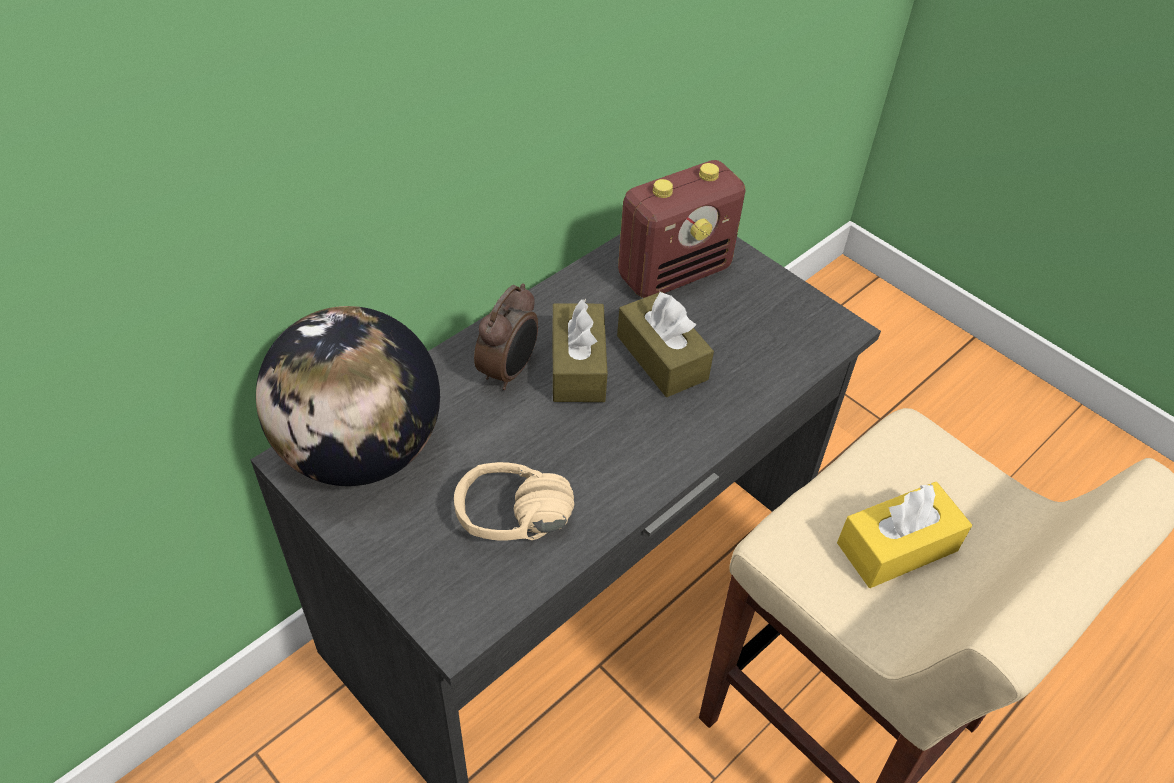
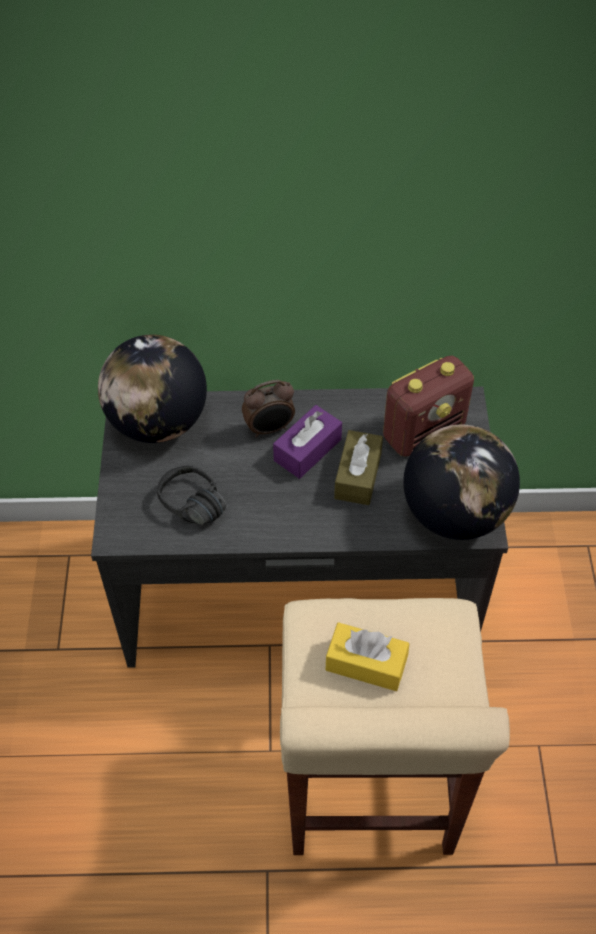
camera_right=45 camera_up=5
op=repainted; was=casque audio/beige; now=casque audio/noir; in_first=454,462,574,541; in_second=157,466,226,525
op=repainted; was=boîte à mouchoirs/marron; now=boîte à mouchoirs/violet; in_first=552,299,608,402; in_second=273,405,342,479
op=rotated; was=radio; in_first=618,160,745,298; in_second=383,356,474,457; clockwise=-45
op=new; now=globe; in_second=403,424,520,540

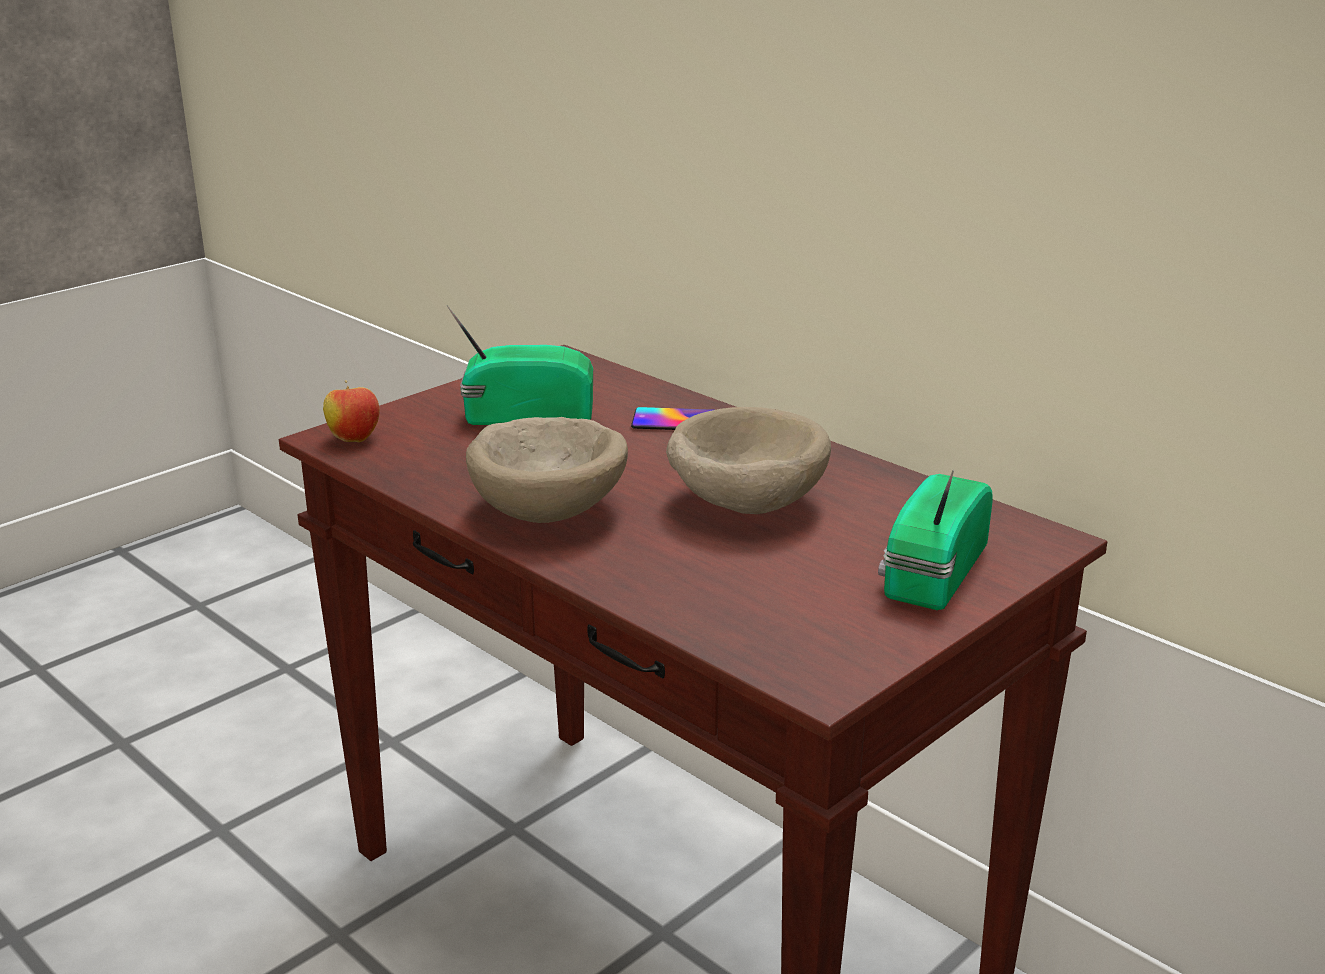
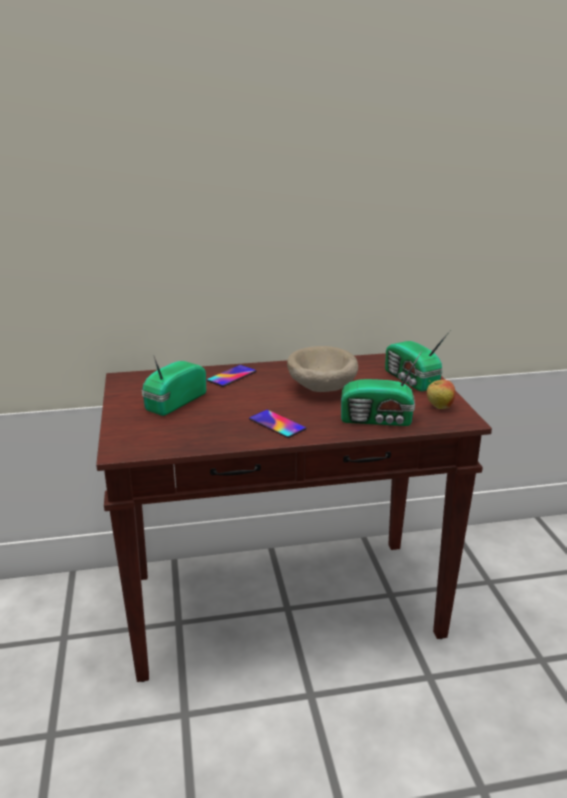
camera_right=-55 camera_up=0
op=shifted; was=pomme; in_first=323,380,380,442; in_second=427,380,455,409
op=swapped; was=bol/beige; now=téléphone; in_first=466,417,628,523; in_second=249,410,307,438
op=new; now=radio; in_second=341,351,422,426

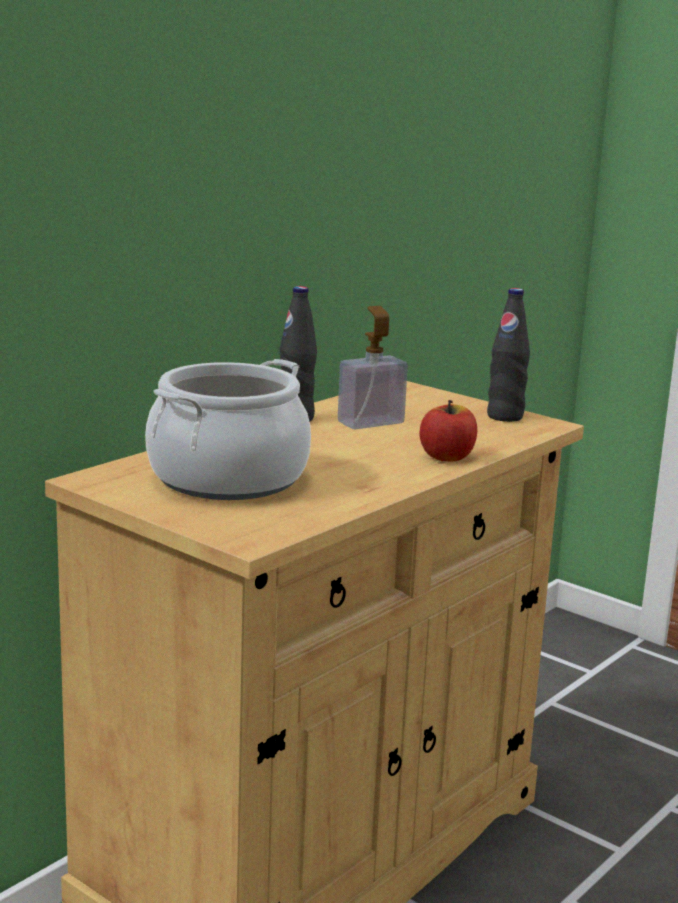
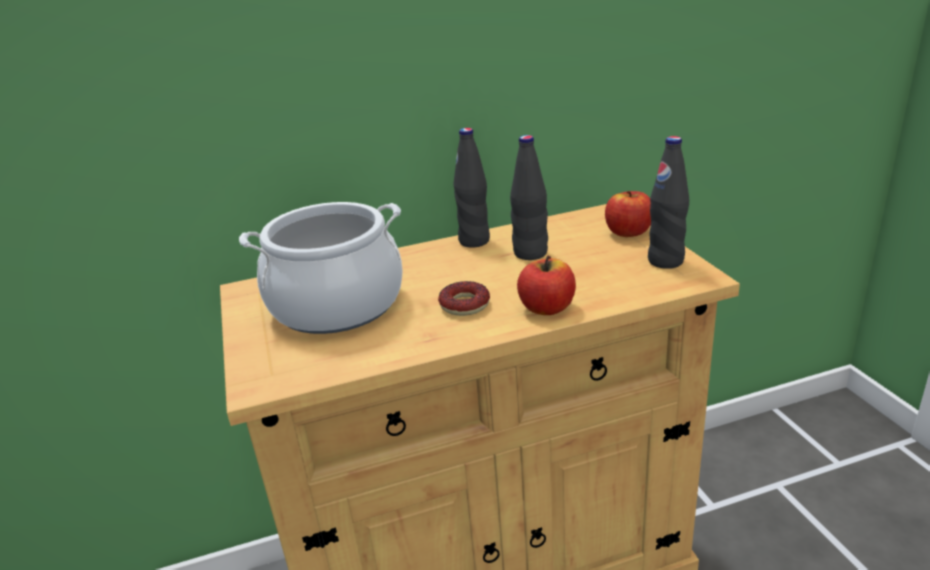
camera_right=35 camera_up=10
op=swapped; was=distributeur de savon; now=bouteille/noir; in_first=338,306,408,429; in_second=510,135,548,260
op=new; now=beignet; in_second=438,281,490,316
op=new; now=pomme; in_second=605,191,651,237

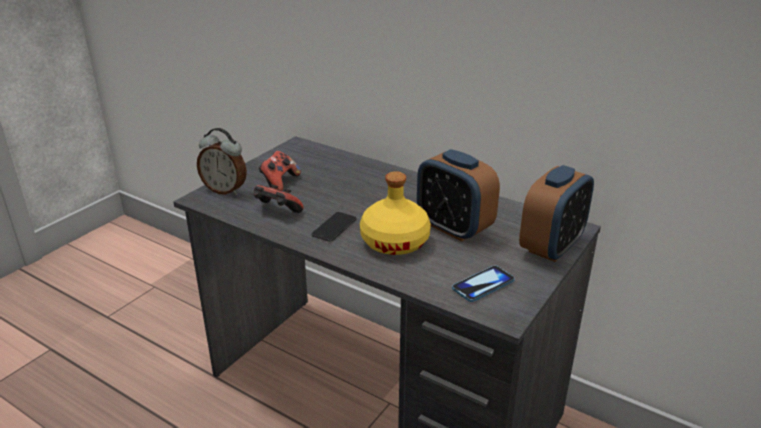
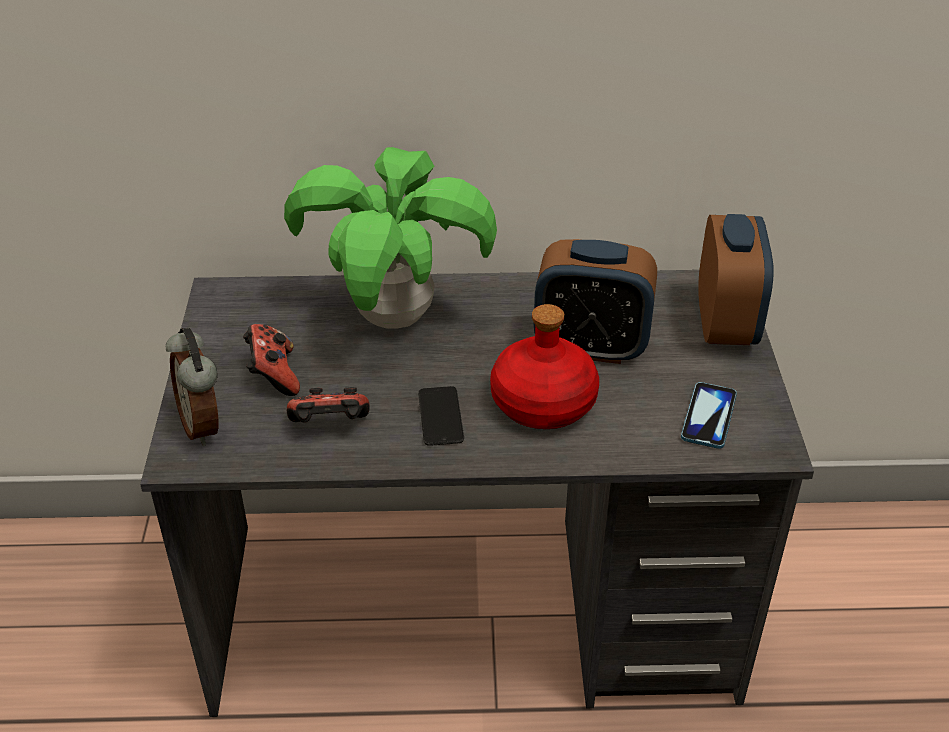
camera_right=-35 camera_up=10
op=rotated; was=réveil; in_first=197,128,247,195; in_second=166,328,218,446; clockwise=75
op=repainted; was=bouteille/jaune; now=bouteille/rouge; in_first=360,171,431,255; in_second=490,304,599,429
op=new; now=plante en pot; in_second=284,147,497,329

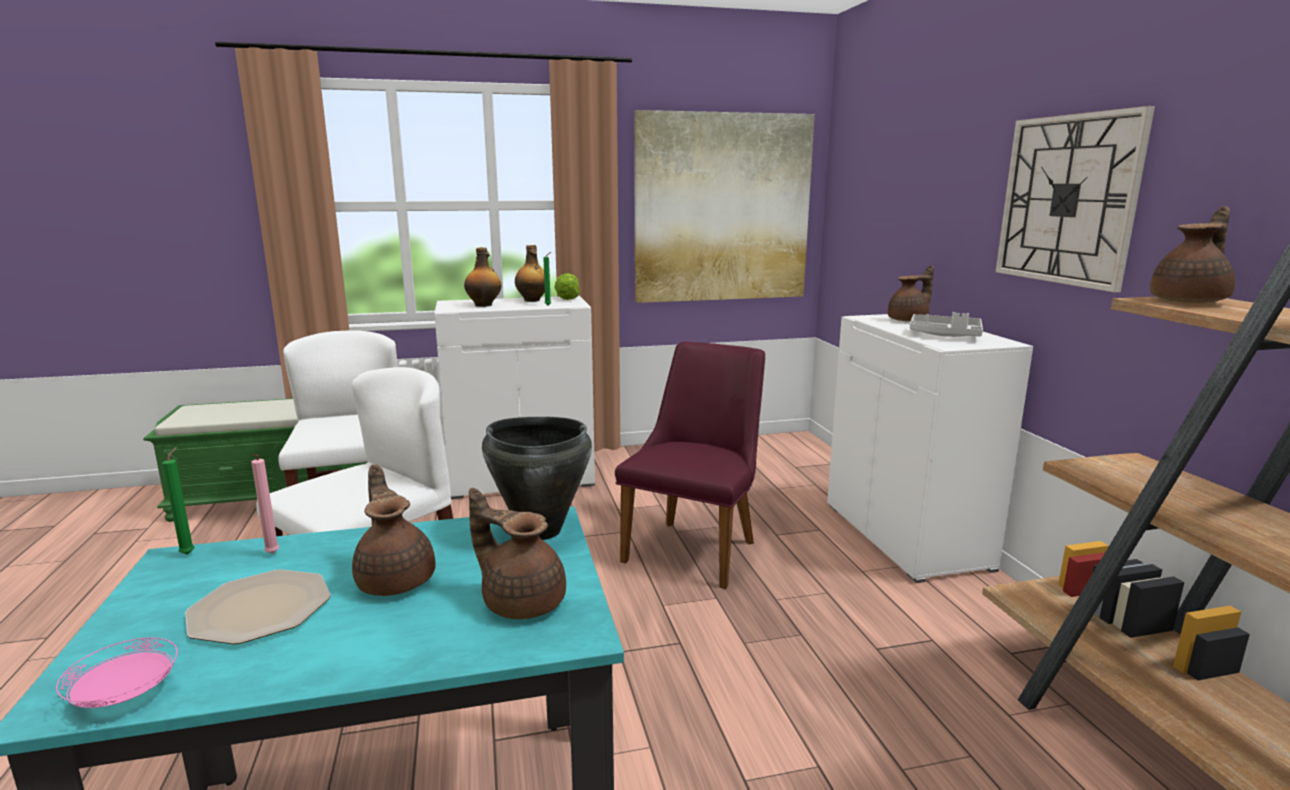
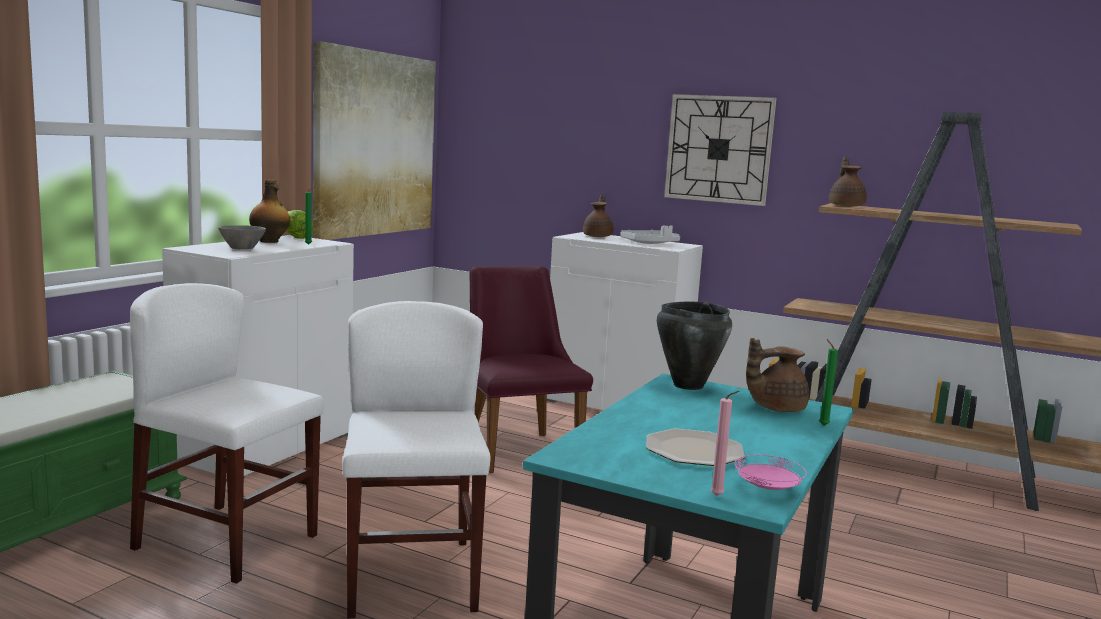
camera_right=-50 camera_up=-5
op=shifted; was=bougie/vert; in_first=162,447,194,555; in_second=819,339,838,426
op=shifted; was=bougie/rose; in_first=251,454,279,554; in_second=710,391,739,496
op=gone; was=théière/marron; in_first=352,464,435,596
op=swapped; was=bouteille; now=bol/gris; in_first=464,247,501,307; in_second=218,225,266,249

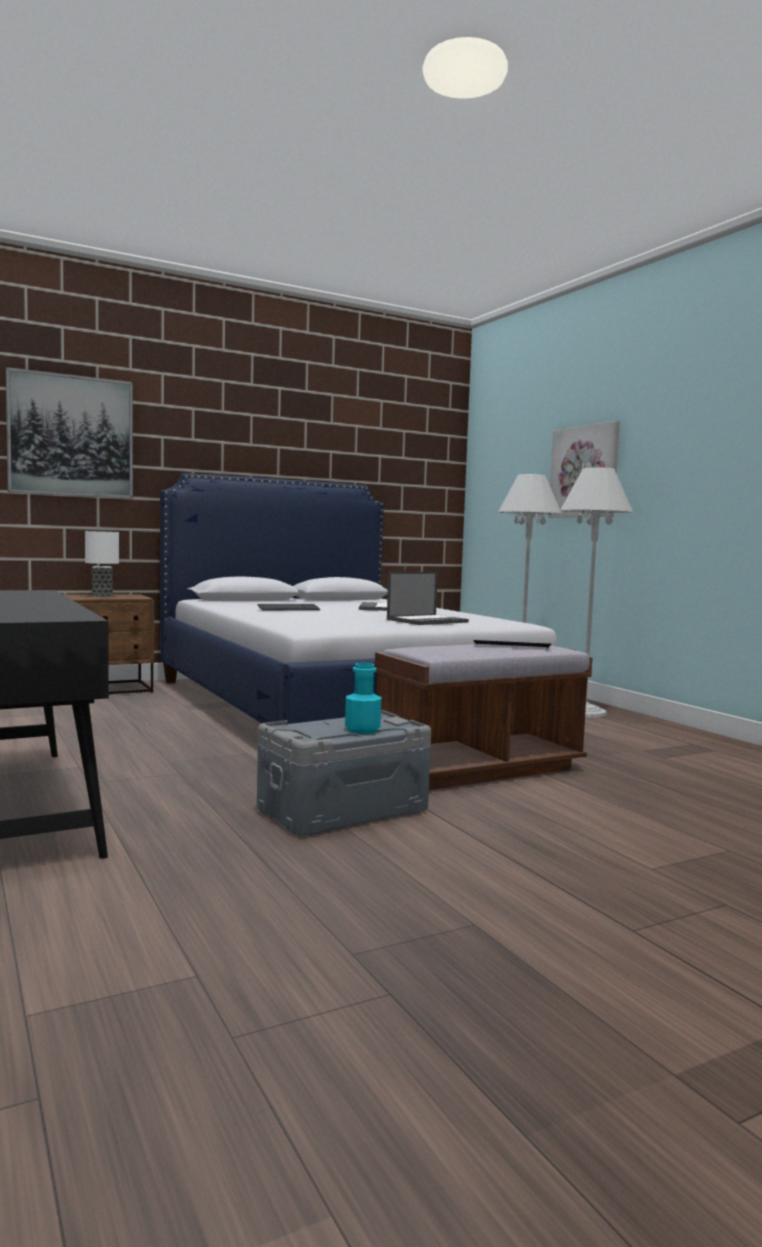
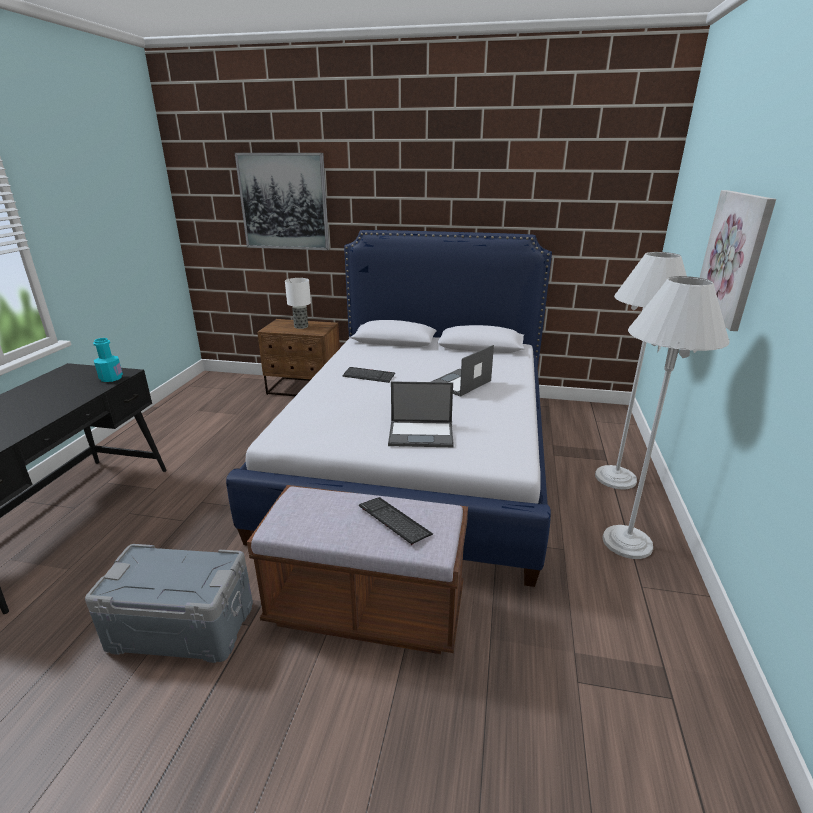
camera_right=40 camera_up=20
op=shifted; was=bouteille/turquoise; in_first=345,663,381,734; in_second=93,338,123,382

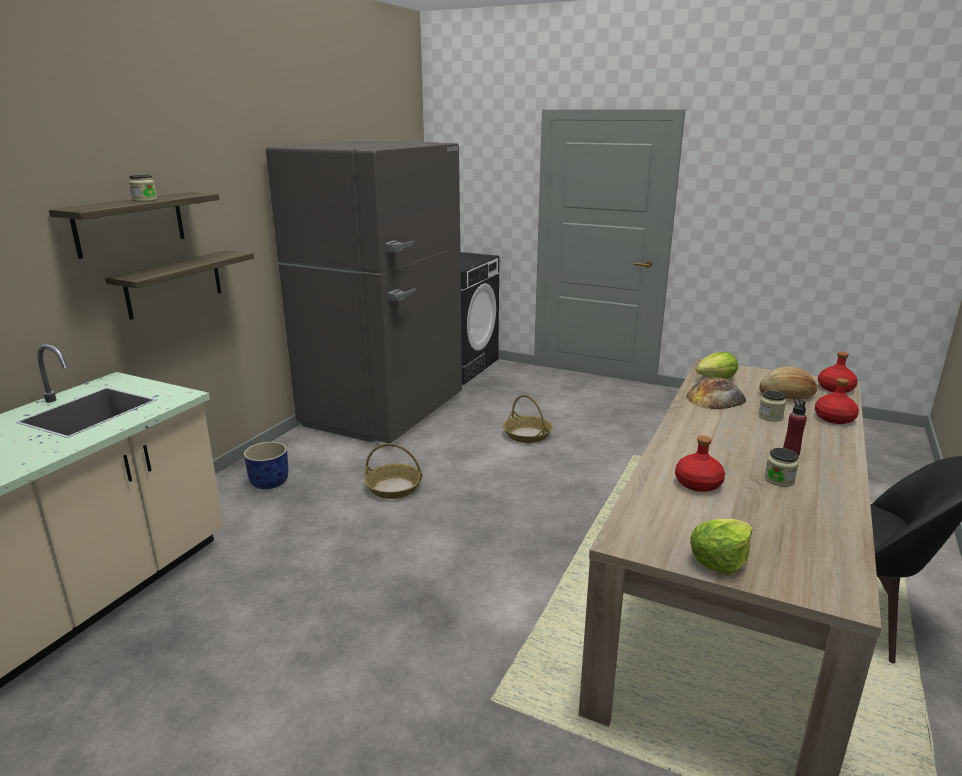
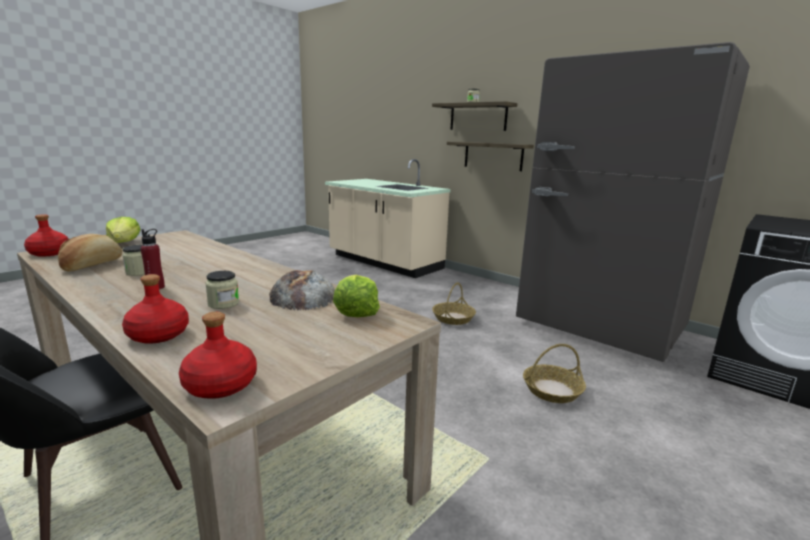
camera_right=105 camera_up=-5
op=gone; was=cache-pot/bleu; in_first=244,442,288,489
op=shifted; was=bouteille/rouge; in_first=675,436,725,492; in_second=24,214,69,257
op=shifted; was=pain; in_first=759,367,817,399; in_second=58,234,122,272

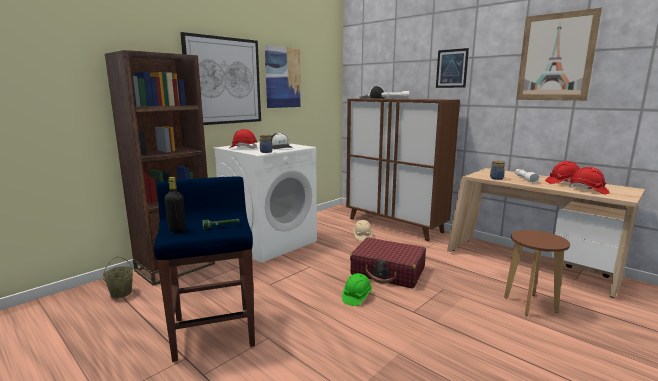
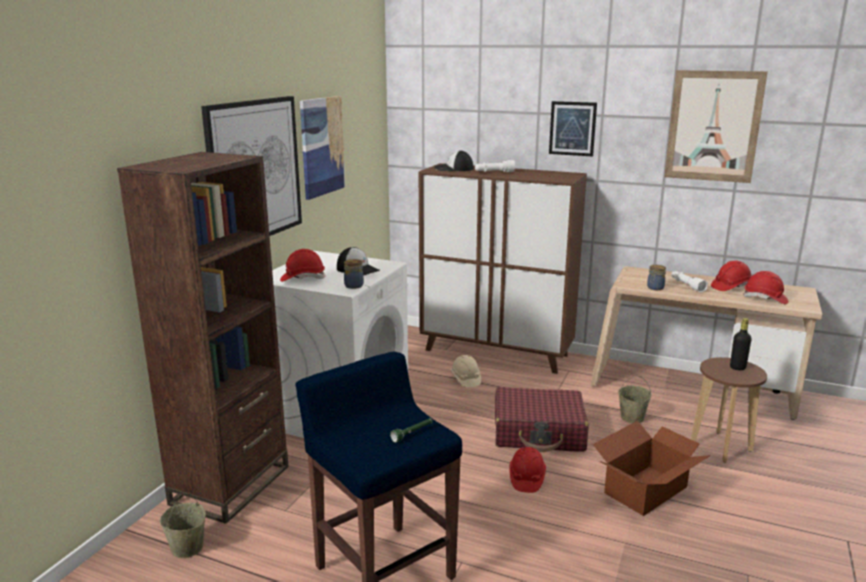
camera_right=-20 camera_up=5
op=shifted; was=bouteille/noir; in_first=165,177,186,232; in_second=730,318,752,370
op=repainted; was=casque de chantier/vert; now=casque de chantier/rouge; in_first=342,273,372,306; in_second=509,447,546,493
op=new; now=carton; in_second=593,421,711,516
op=new; now=seau/beige; in_second=618,375,652,423

